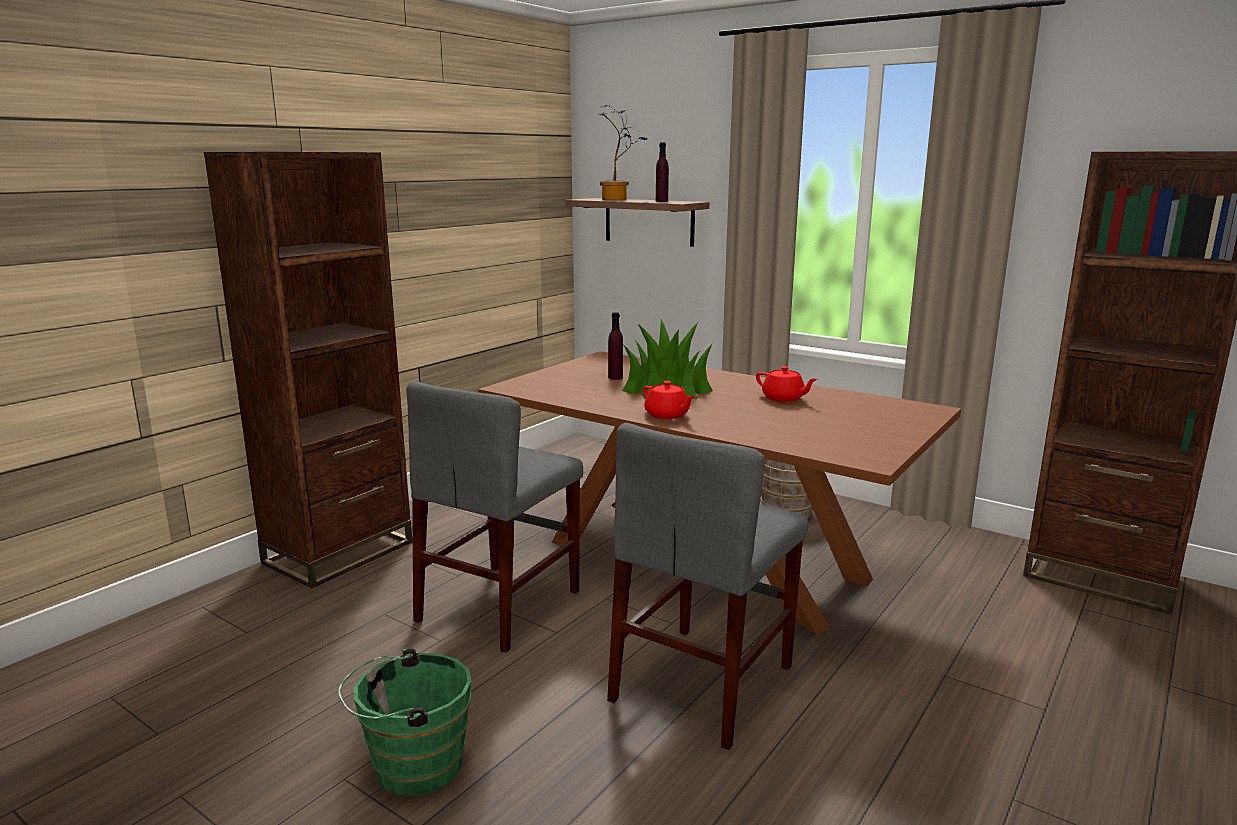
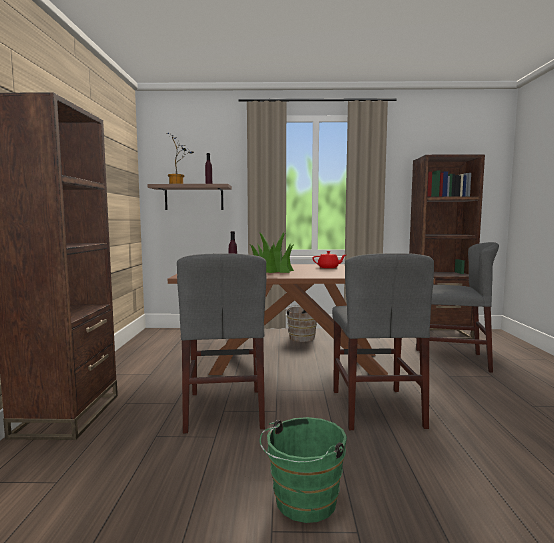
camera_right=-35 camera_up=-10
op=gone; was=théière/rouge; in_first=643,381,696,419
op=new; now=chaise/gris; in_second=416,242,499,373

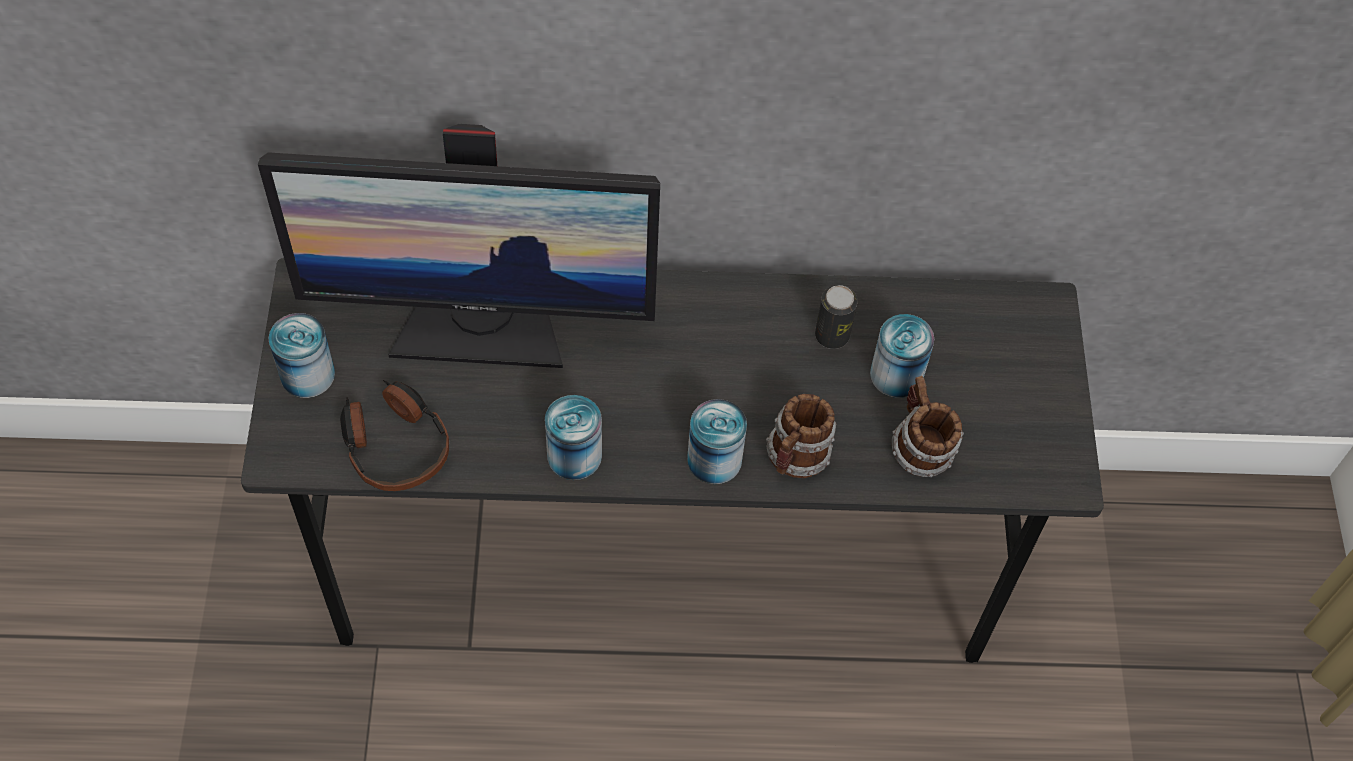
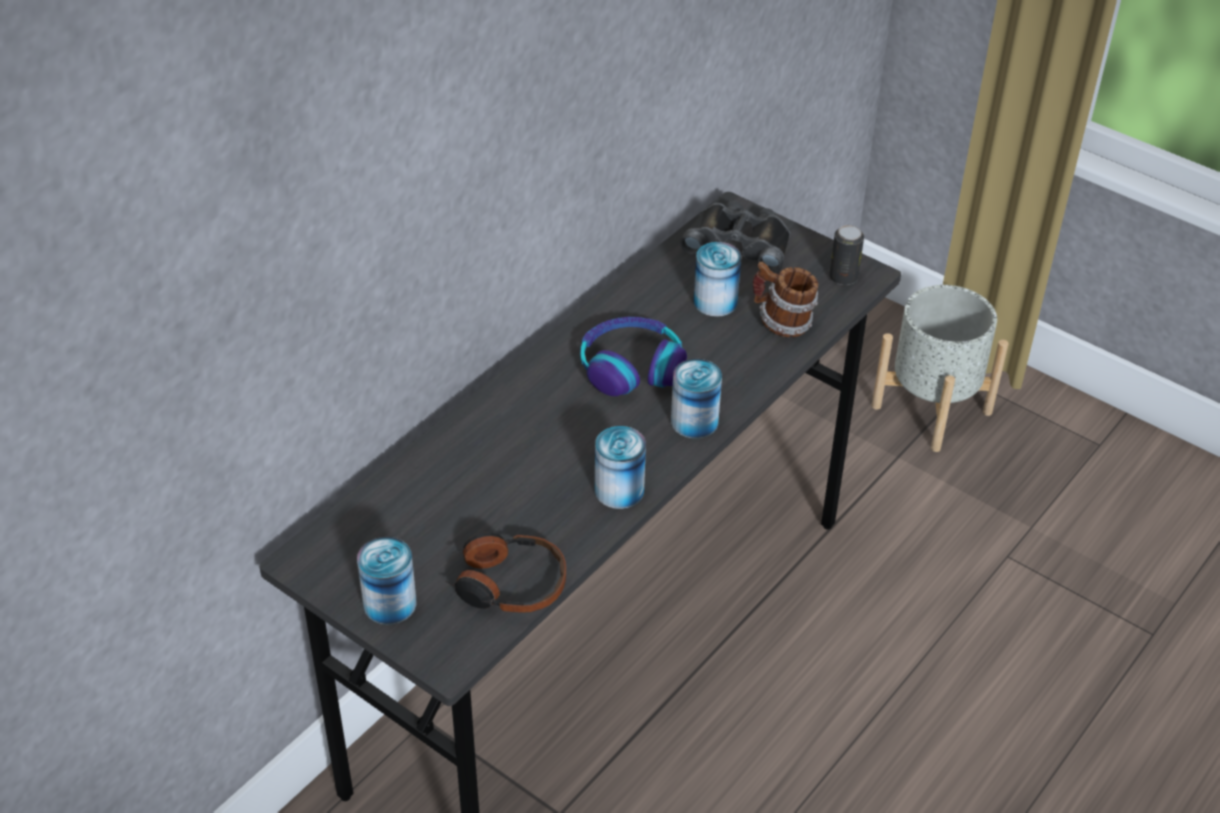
camera_right=-50 camera_up=-15
op=gone; was=écran d'ordinateur; in_first=258,124,660,368
op=gone; was=mug; in_first=766,394,836,478
op=shifted; was=boîte métallique; in_first=815,285,857,349; in_second=829,225,864,285
op=new; now=casque audio; in_second=580,317,687,396
op=new; now=jumelles/noir; in_second=680,201,791,273
op=new; now=cache-pot/gris; in_second=871,285,1009,452

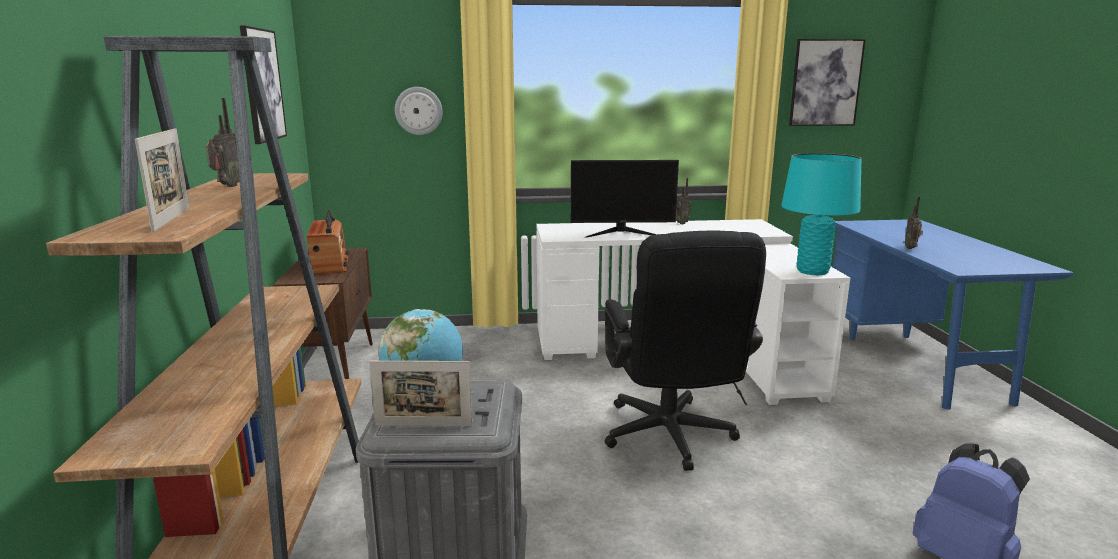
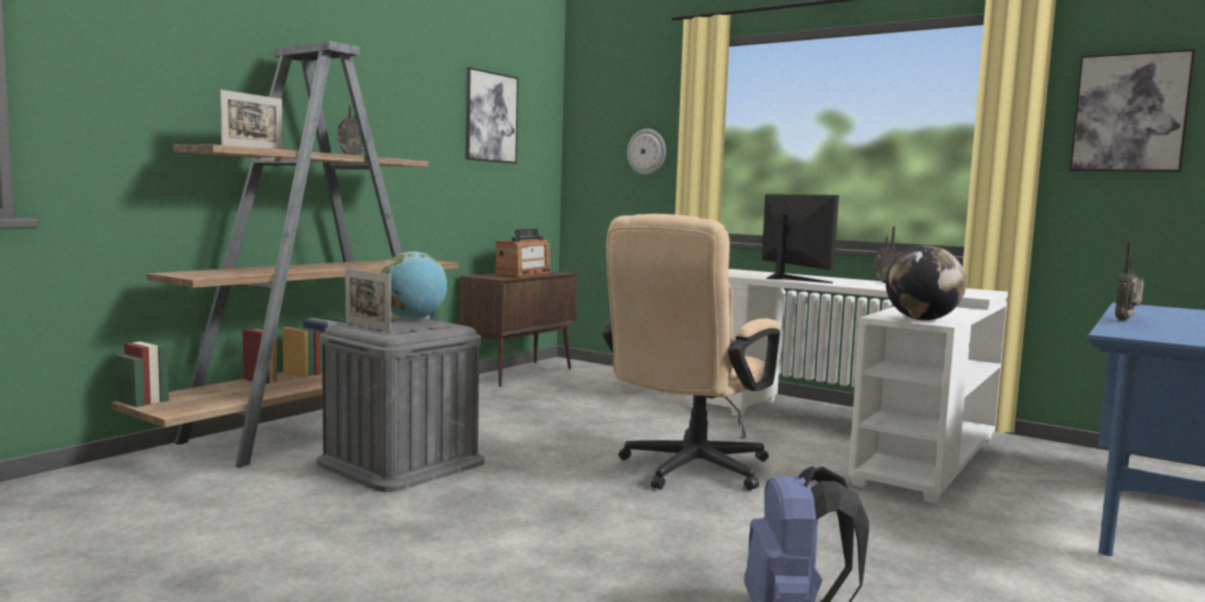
camera_right=40 camera_up=-10
op=rotated; was=écran d'ordinateur; in_first=571,160,679,238; in_second=762,194,839,283; clockwise=-150
op=repainted; was=chaise de bureau/noir; now=chaise de bureau/beige; in_first=605,231,766,471; in_second=603,214,780,490
op=swapped; was=lampe de table/turquoise; now=globe; in_first=781,153,861,275; in_second=886,245,966,320

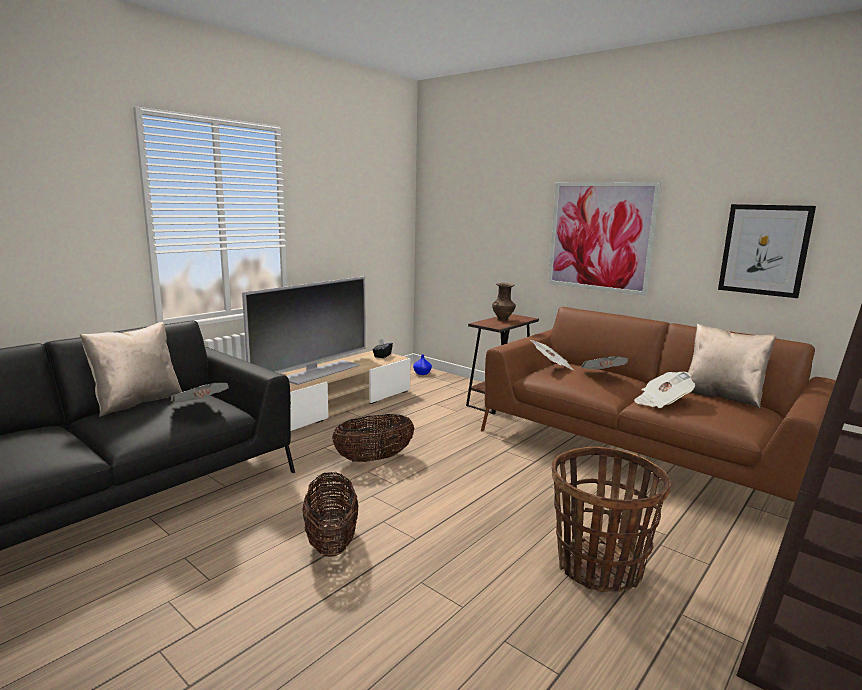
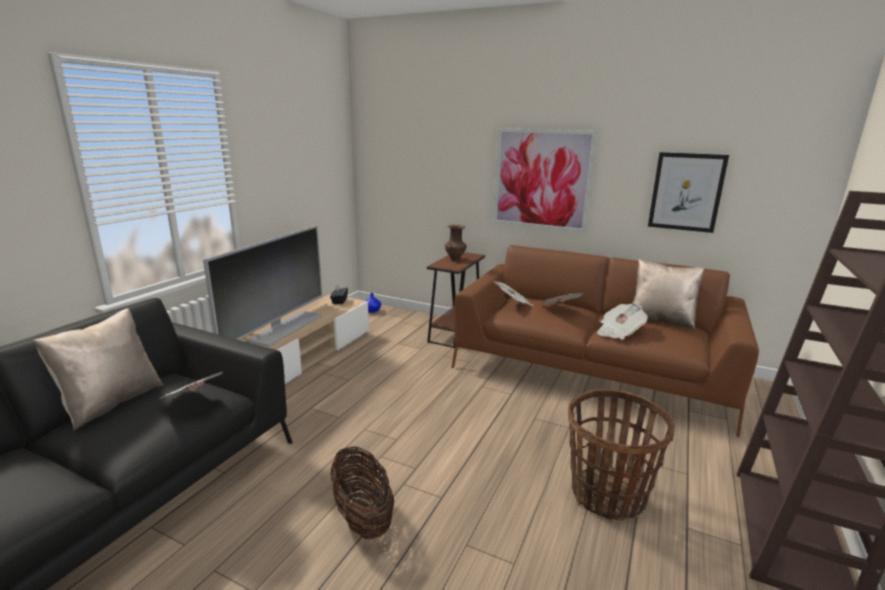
camera_right=-15 camera_up=5
op=gone; was=panier; in_first=332,414,414,462

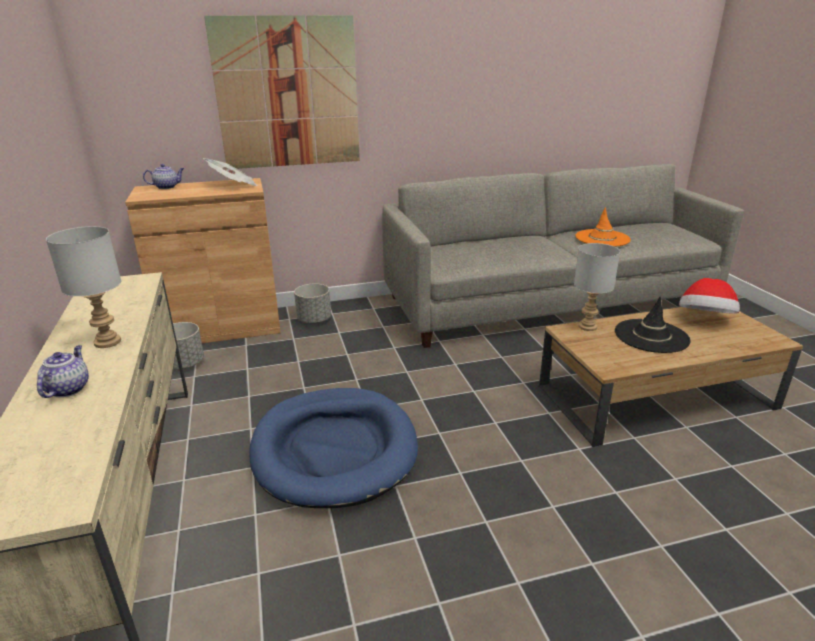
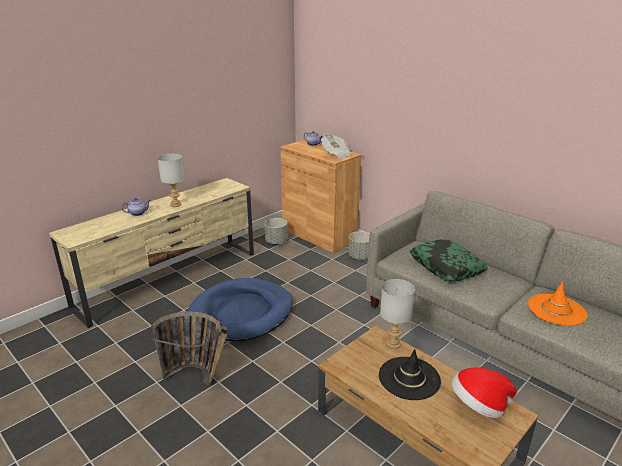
camera_right=60 camera_up=0
op=gone; was=tableau; in_first=204,15,360,169
op=new; now=panier; in_second=151,312,227,386
op=new; now=coussin; in_second=410,240,487,282

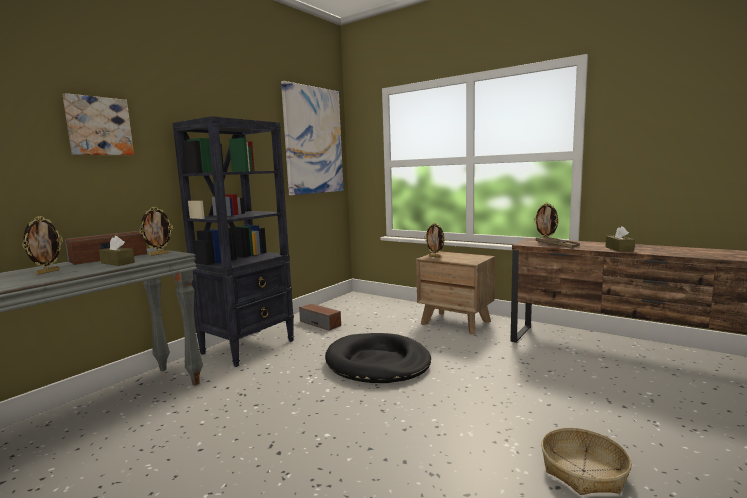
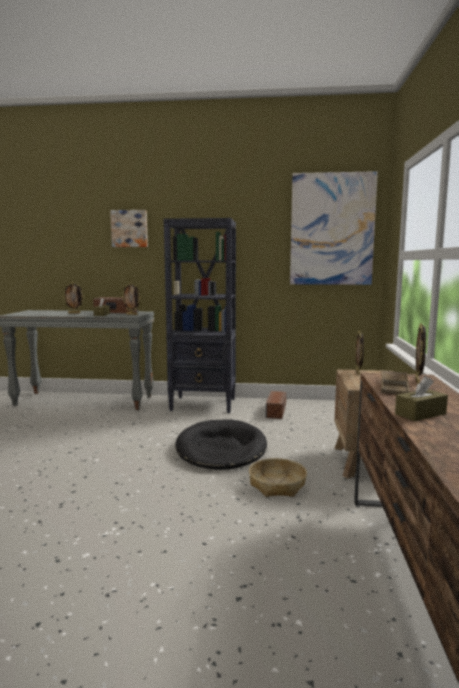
camera_right=60 camera_up=0
op=shifted; was=panier; in_first=541,428,632,495; in_second=249,458,307,497

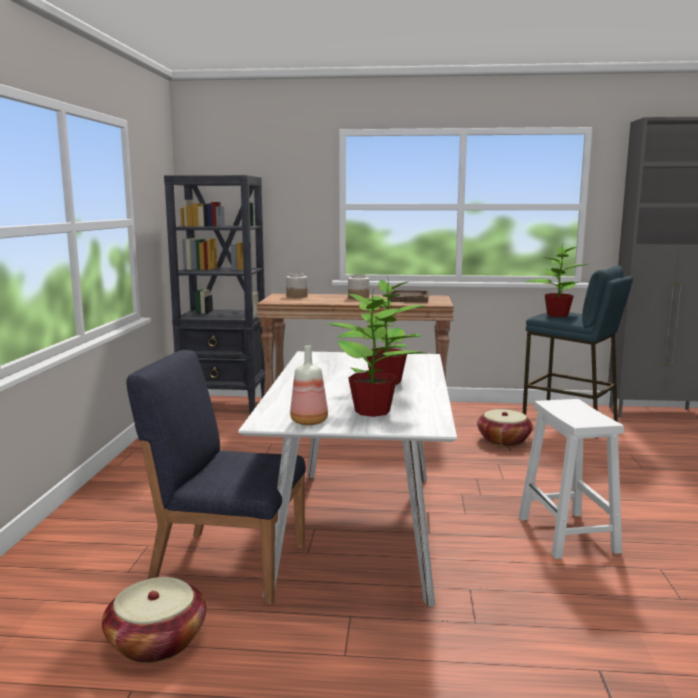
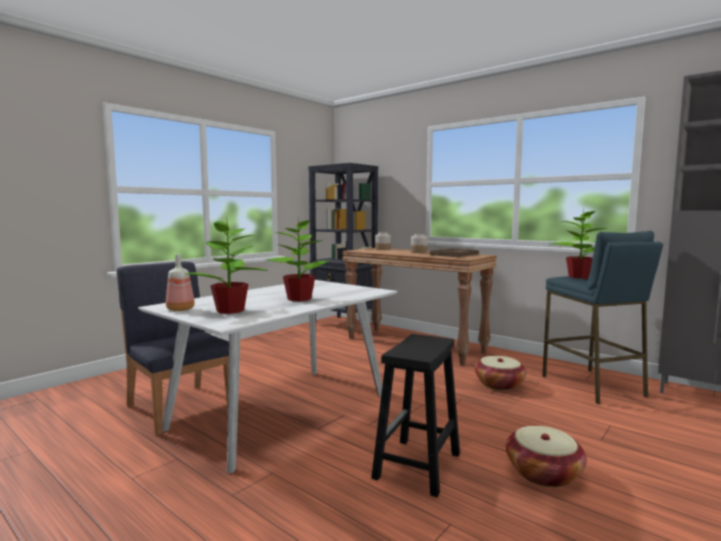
camera_right=35 camera_up=-5
op=shifted; was=panier; in_first=102,577,206,663; in_second=506,426,587,487
op=repainted; was=tabouret/blanc; now=tabouret/noir; in_first=519,399,624,559; in_second=371,334,460,497

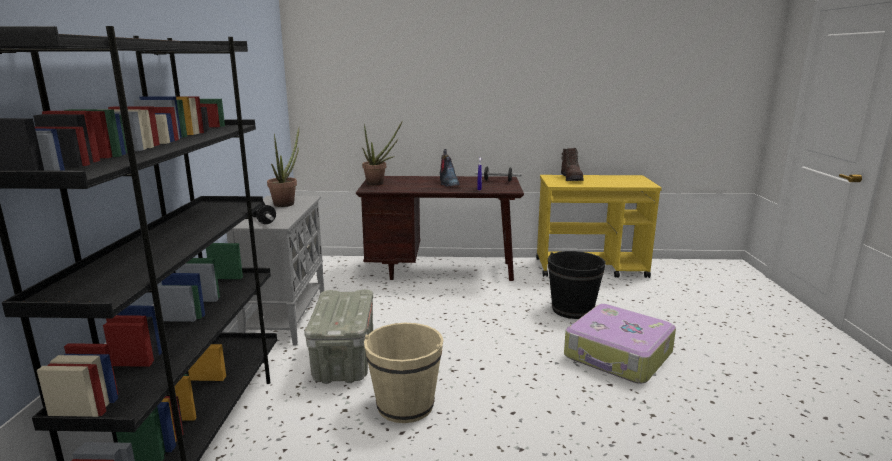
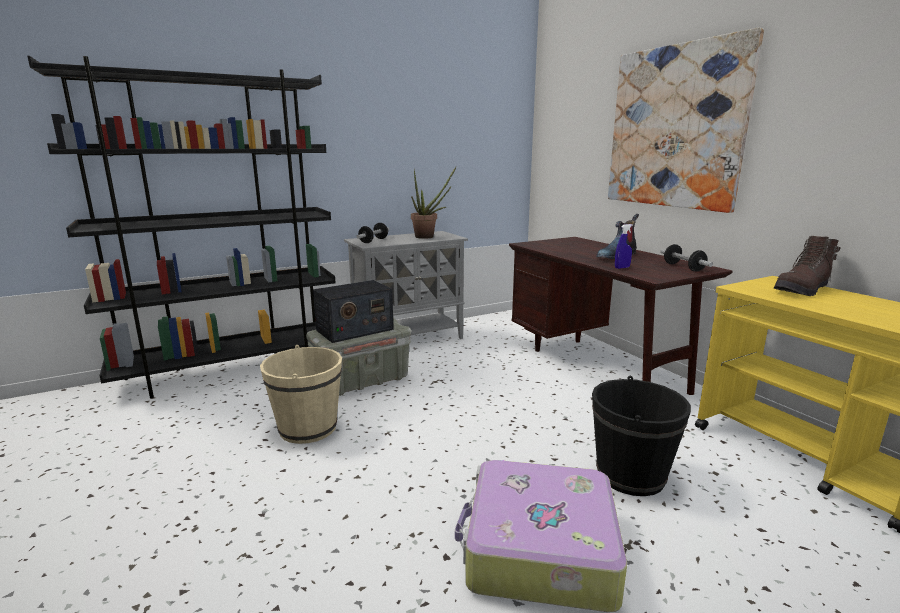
camera_right=60 camera_up=0
op=gone; was=plante en pot; in_first=362,122,402,185
op=new; now=radio; in_second=313,280,394,343
op=new; now=tableau; in_second=608,28,764,213

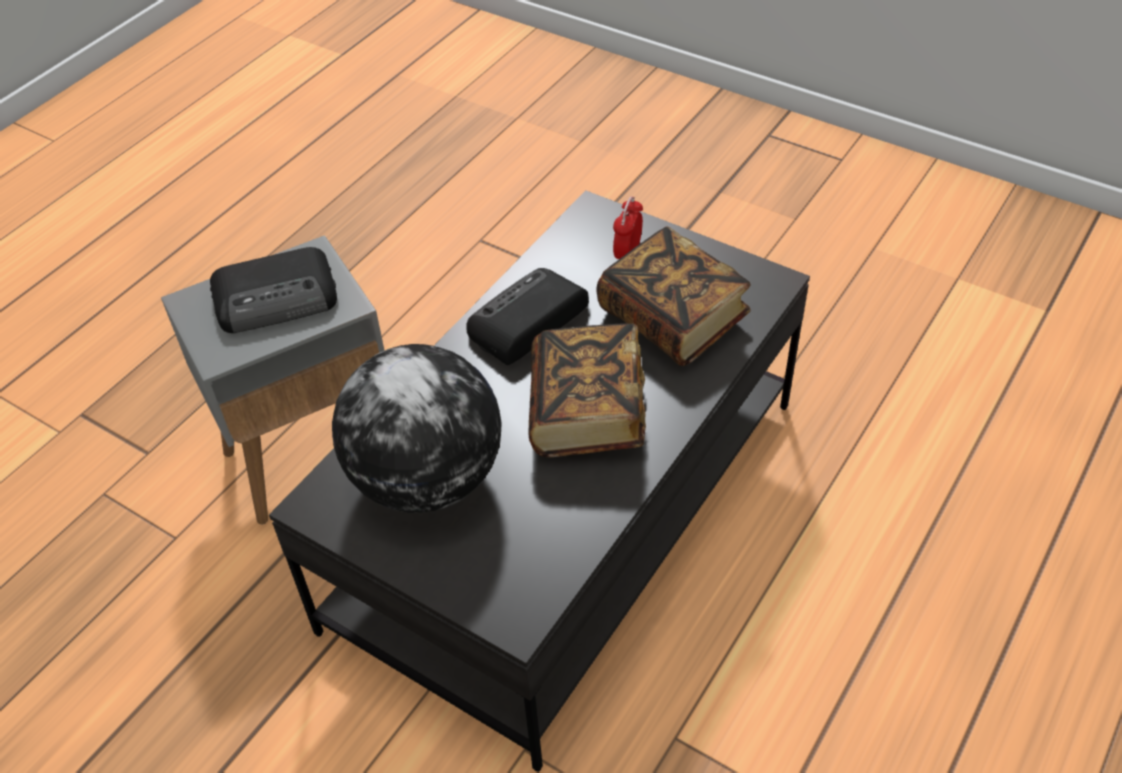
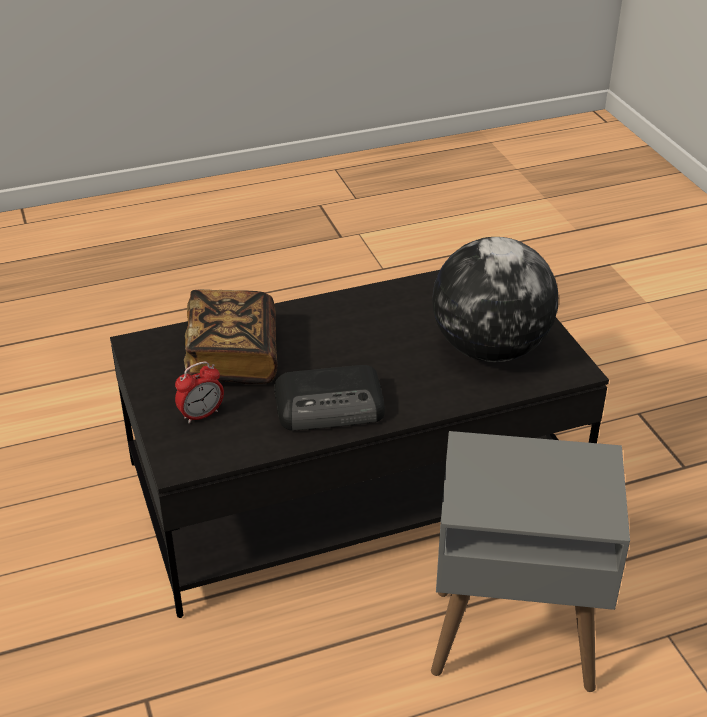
camera_right=-145 camera_up=-10
op=gone; was=radio; in_first=210,247,337,333
op=gone; was=livre; in_first=528,323,646,457

